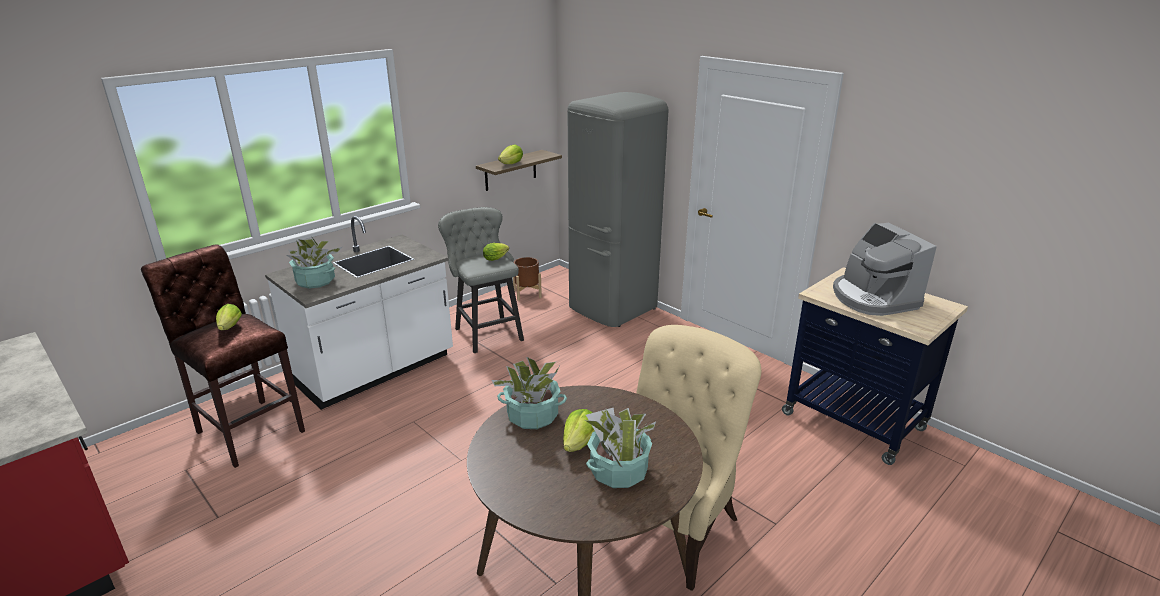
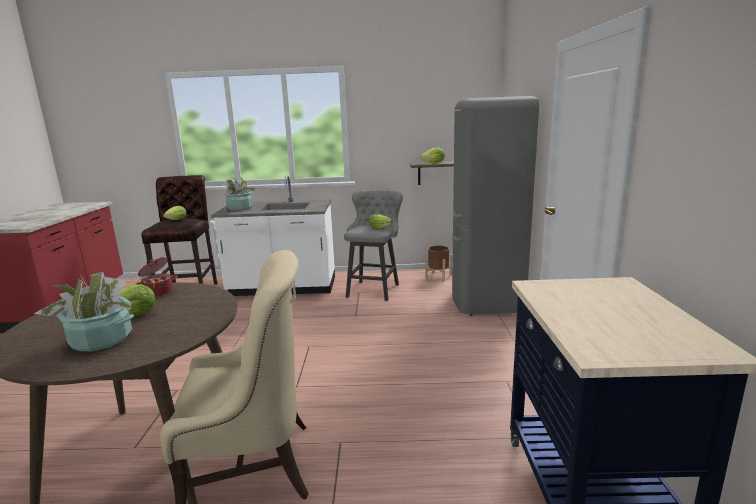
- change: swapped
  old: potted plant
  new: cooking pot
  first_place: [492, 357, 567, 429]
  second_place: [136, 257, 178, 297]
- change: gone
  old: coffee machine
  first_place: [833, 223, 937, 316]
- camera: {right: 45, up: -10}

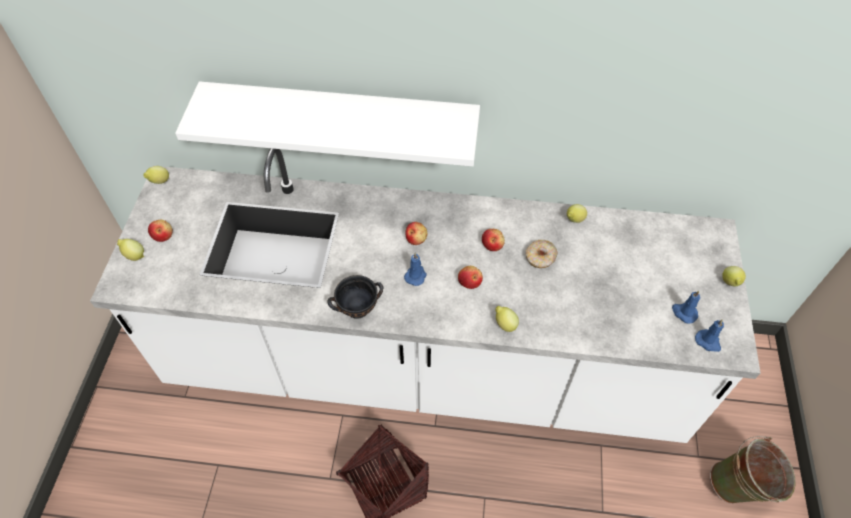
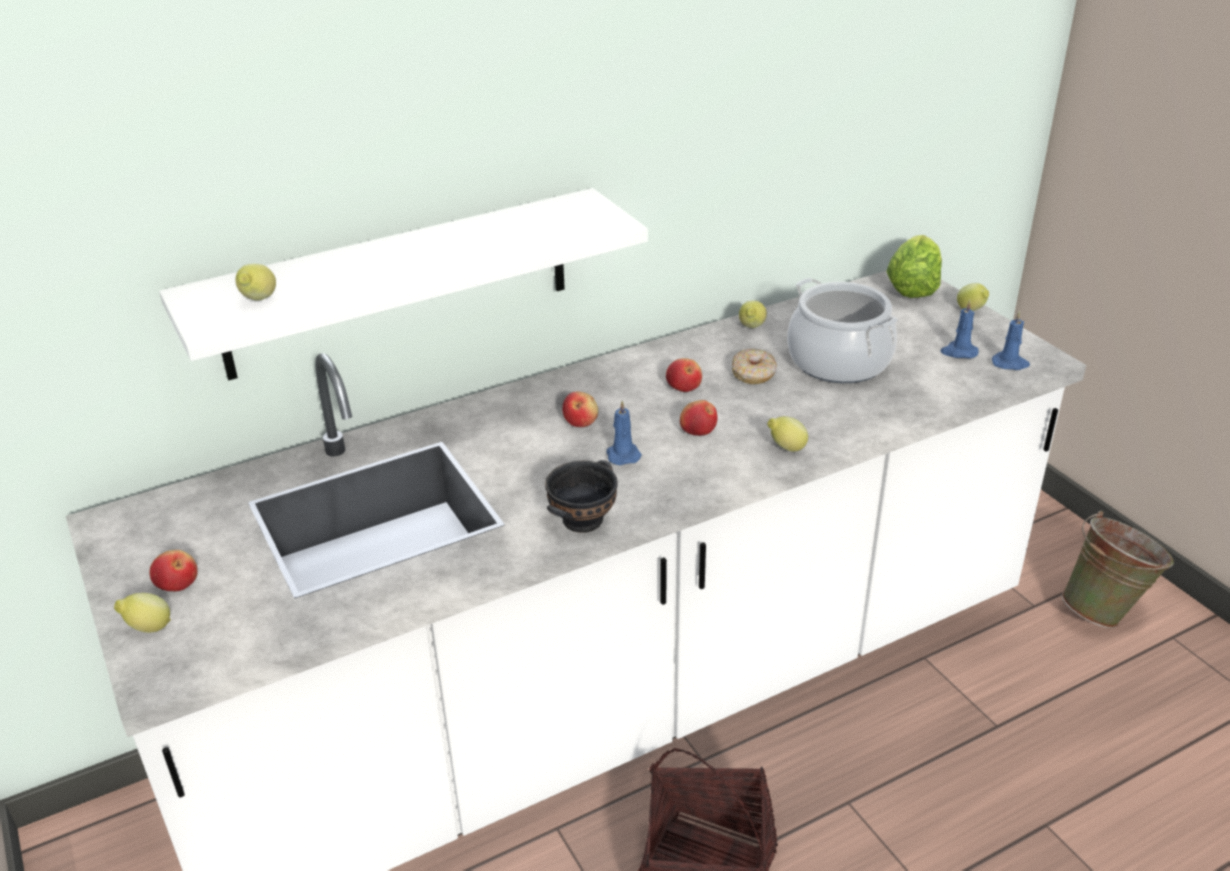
- change: shifted
  old: lemon
  first_place: [143, 166, 169, 184]
  second_place: [236, 264, 276, 300]
- change: new
  new: cooking pot
  second_place: [787, 278, 898, 383]
- change: new
  new: lettuce
  second_place: [886, 235, 942, 298]
- camera: {right: -35, up: -20}

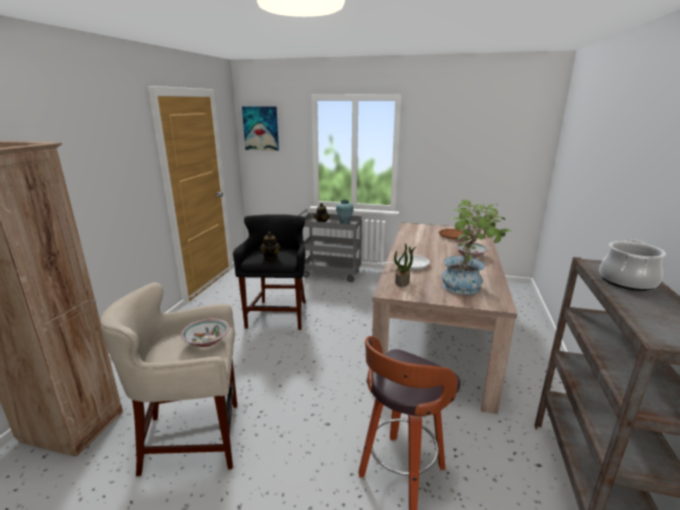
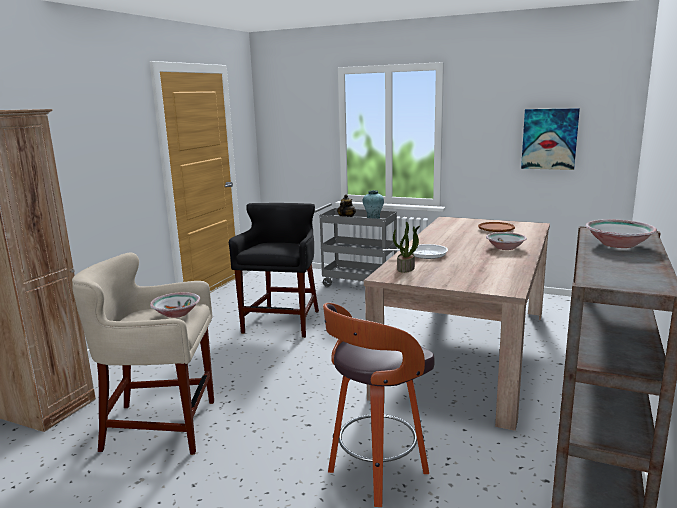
- change: shifted
  old: picture
  first_place: [242, 106, 279, 151]
  second_place: [521, 108, 580, 170]
- change: swapped
  old: cooking pot
  new: bowl
  first_place: [599, 239, 666, 291]
  second_place: [585, 219, 657, 248]
- change: gone
  old: teapot
  first_place: [260, 231, 281, 260]
- change: gone
  old: potted plant
  first_place: [442, 199, 511, 295]
- camera: {right: 10, up: -5}

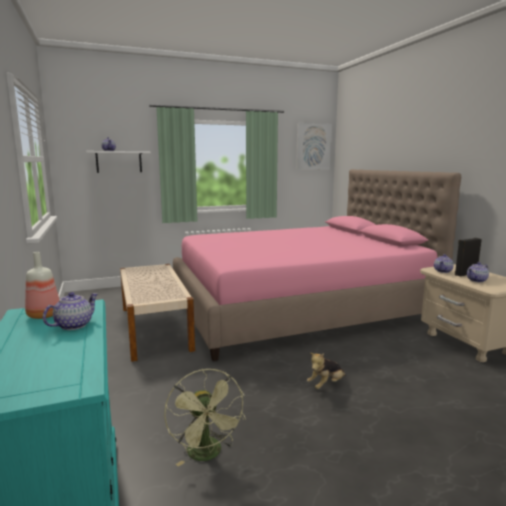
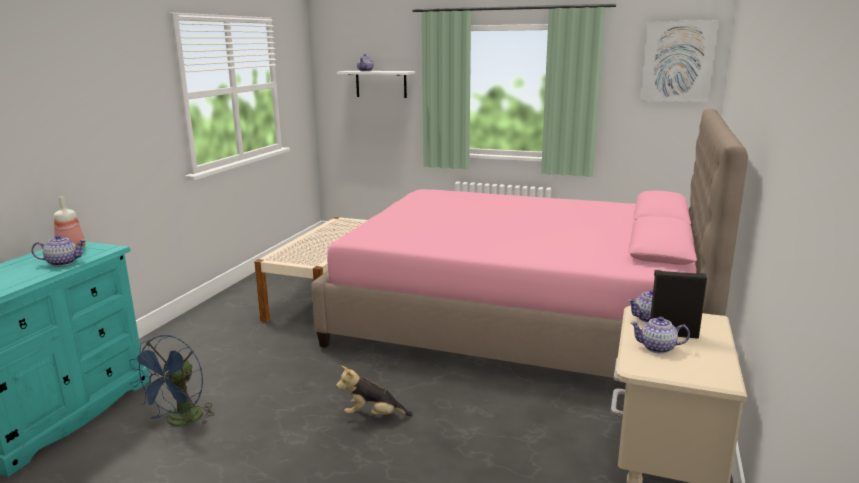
- change: repainted
  old: fan in green
  new: fan in blue
  first_place: [164, 369, 245, 466]
  second_place: [129, 335, 215, 426]
- camera: {right: 40, up: 5}

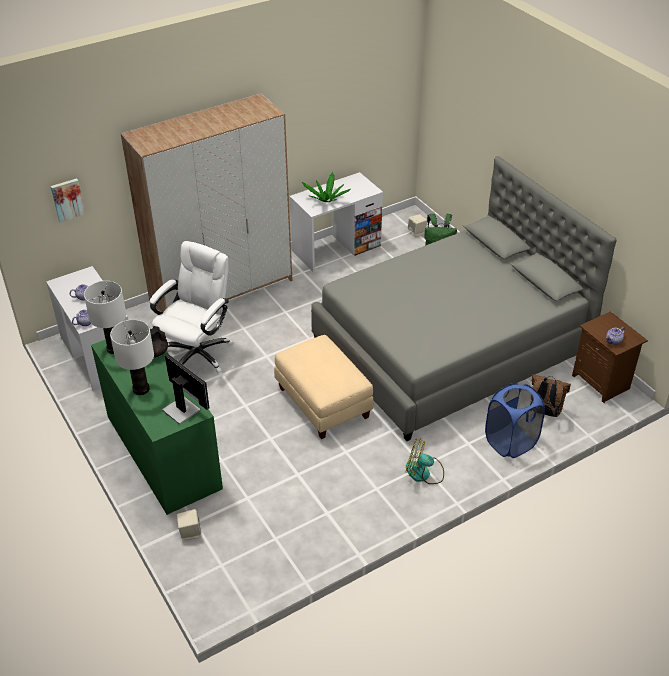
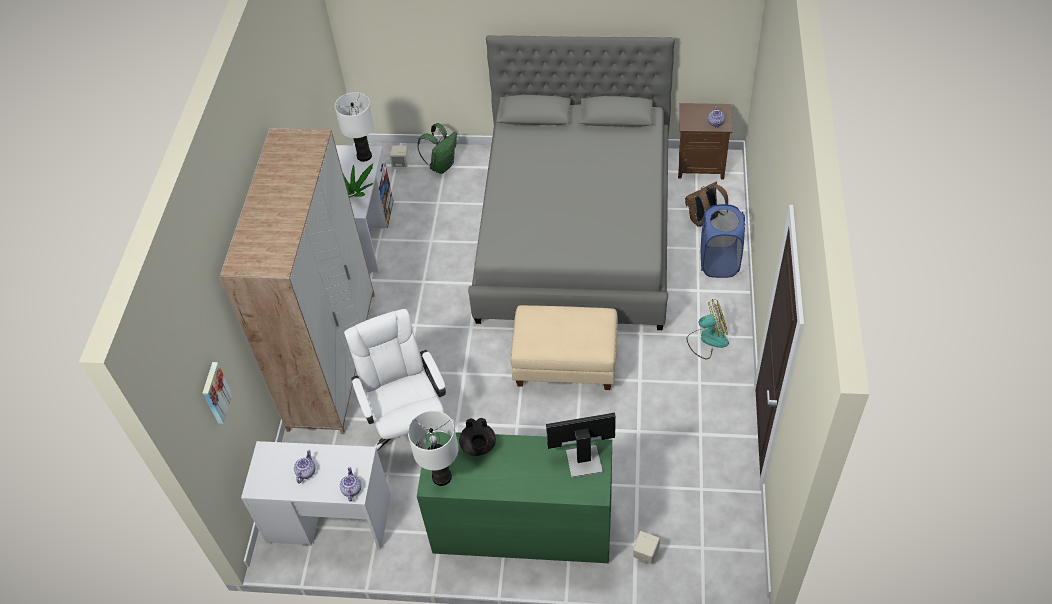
- change: shifted
  old: table lamp in white
  first_place: [110, 320, 154, 395]
  second_place: [335, 92, 375, 162]
- change: rotated
  old: fan
  first_place: [406, 438, 444, 484]
  second_place: [687, 299, 729, 359]
  degrees: -150
- camera: {right: -50, up: 10}

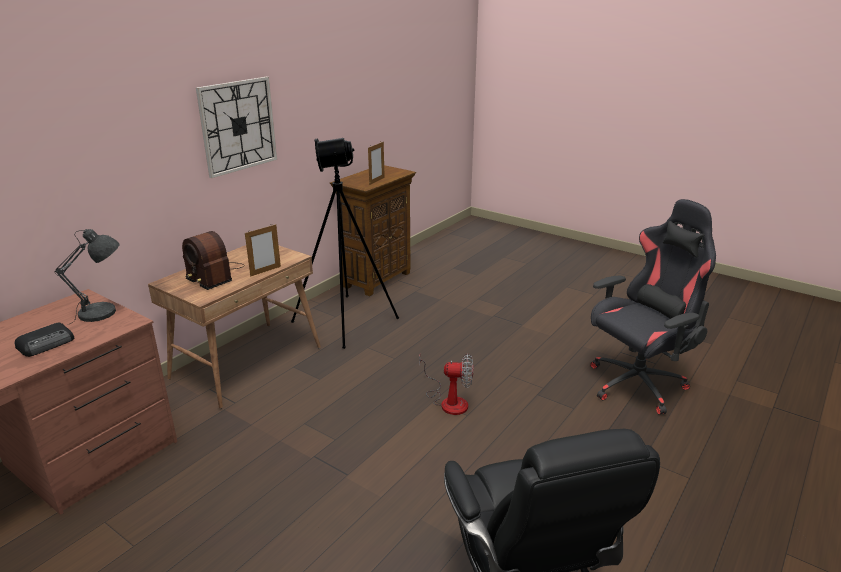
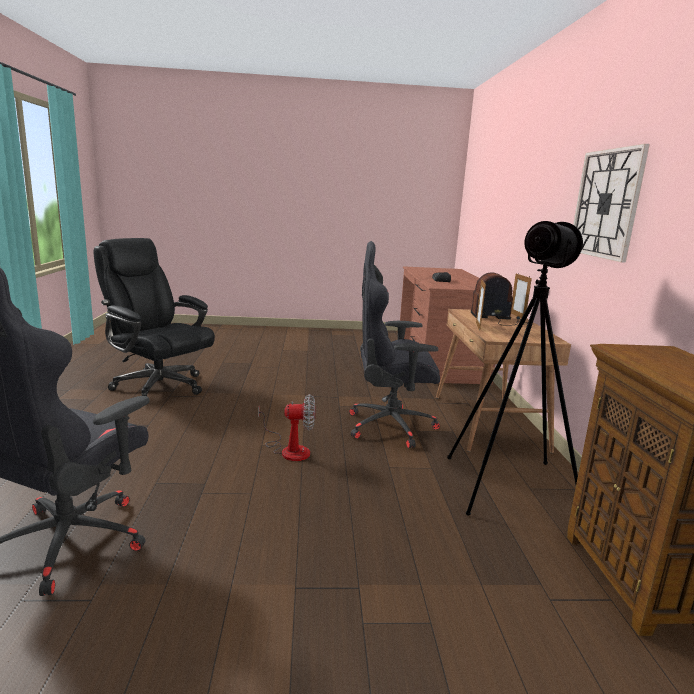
- change: rotated
  old: fan
  first_place: [419, 353, 474, 415]
  second_place: [258, 394, 316, 461]
  degrees: -150
- change: new
  new: office chair in black
  second_place: [349, 241, 440, 448]
- change: shifted
  old: picture frame
  first_place: [368, 142, 385, 185]
  second_place: [511, 274, 532, 318]
- change: gone
  old: table lamp in grey
  first_place: [55, 229, 120, 325]
- camera: {right: 140, up: -10}

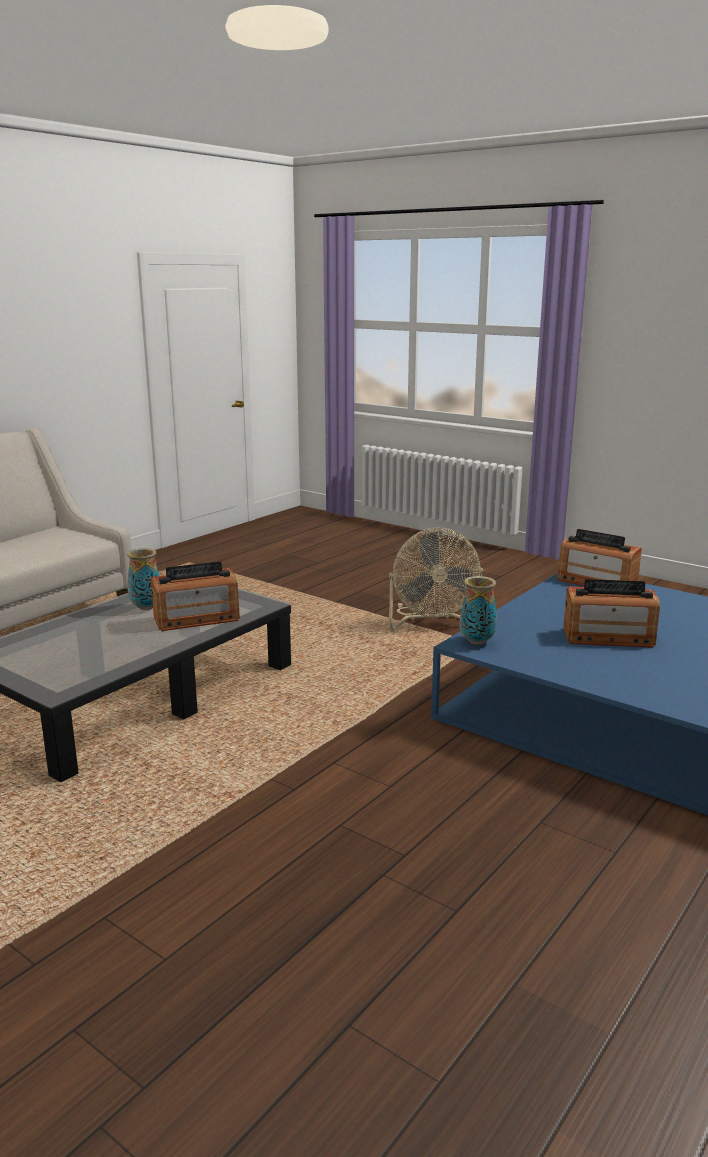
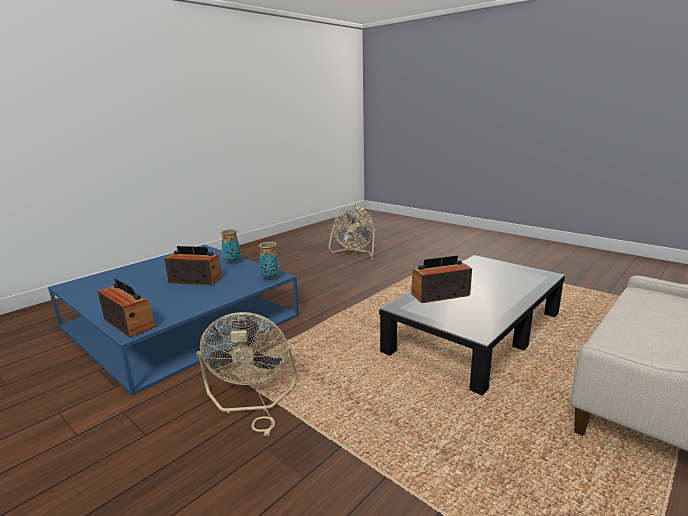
- change: shifted
  old: vase
  first_place: [127, 548, 159, 610]
  second_place: [221, 229, 241, 264]
- change: new
  new: fan in beige
  second_place: [329, 205, 376, 260]
- camera: {right: -175, up: 0}

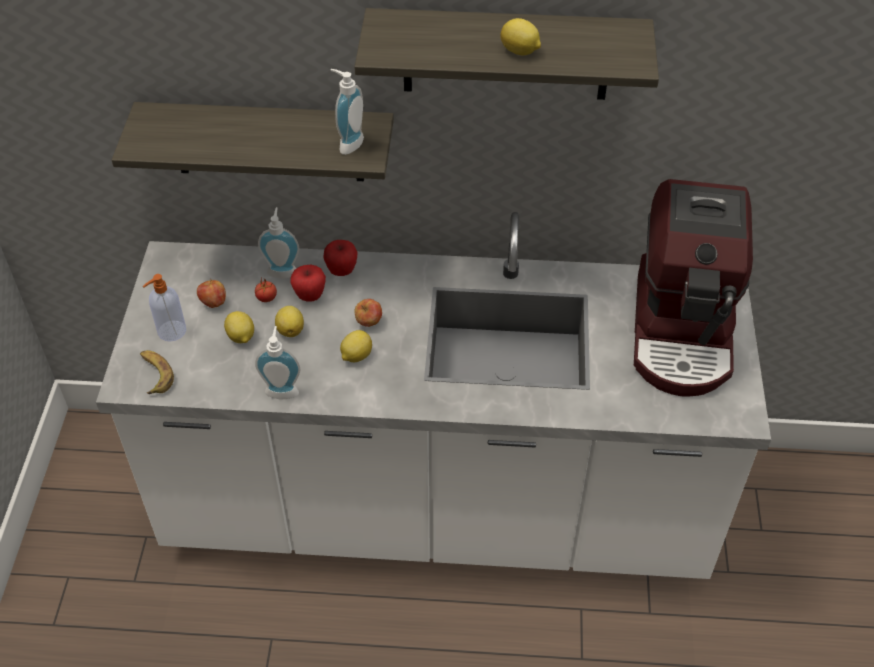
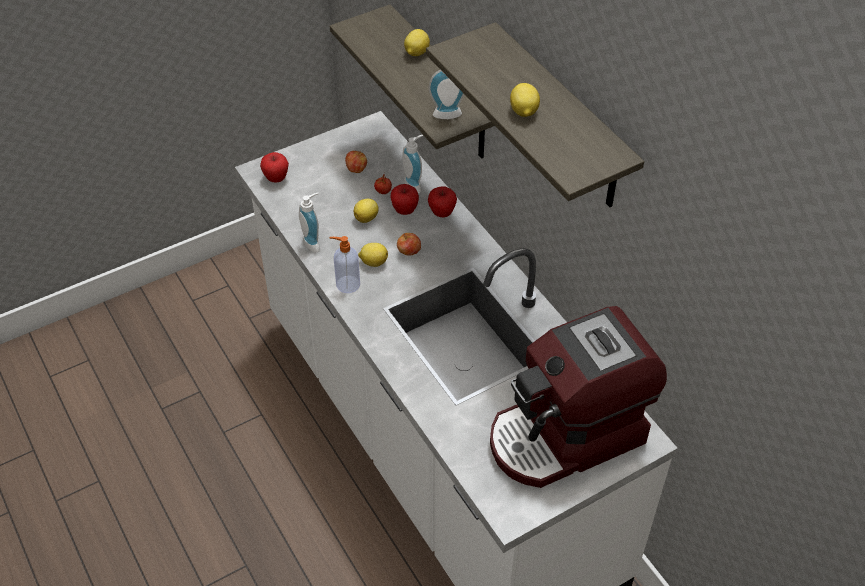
- change: swapped
  old: banana
  new: apple
  first_place: [140, 350, 174, 394]
  second_place: [260, 152, 289, 183]
- change: shifted
  old: soap dispenser
  first_place: [143, 274, 186, 342]
  second_place: [330, 236, 360, 293]
- change: shifted
  old: lemon
  first_place: [224, 311, 254, 343]
  second_place: [404, 29, 430, 56]
- camera: {right: 55, up: 0}

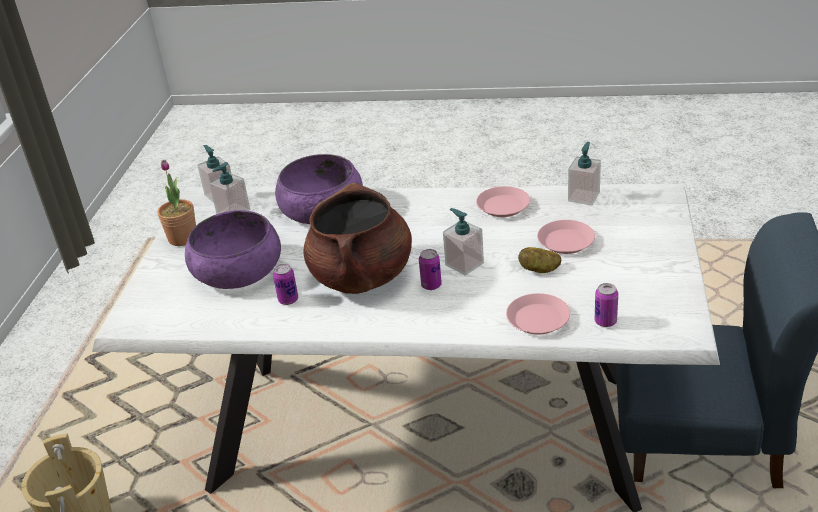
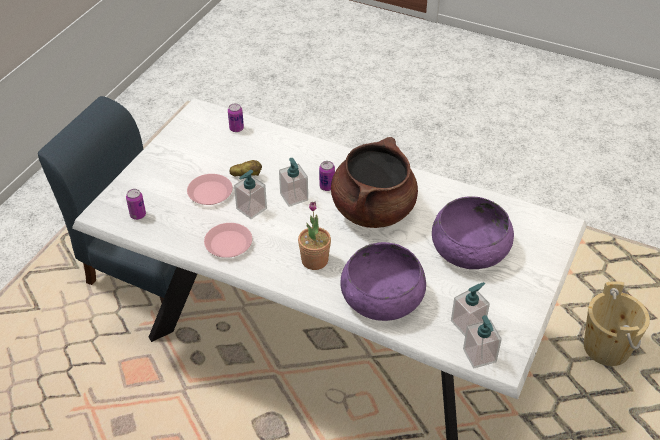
- change: shifted
  old: can
  first_place: [273, 264, 298, 305]
  second_place: [126, 189, 146, 220]
- change: shifted
  old: soap dispenser
  first_place: [568, 142, 601, 205]
  second_place: [234, 170, 267, 219]
- change: shifted
  old: potted plant
  first_place: [157, 160, 196, 246]
  second_place: [298, 202, 331, 270]
- change: gone
  old: plate in pink
  first_place: [506, 293, 570, 335]
- camera: {right: -165, up: 10}

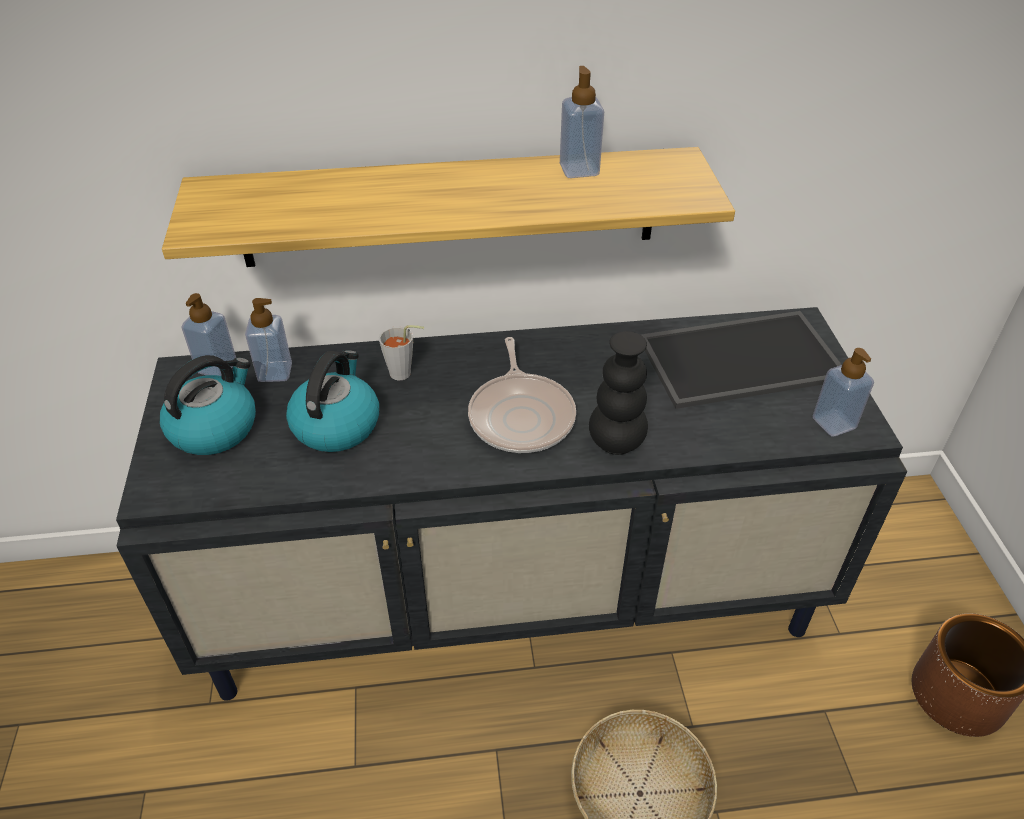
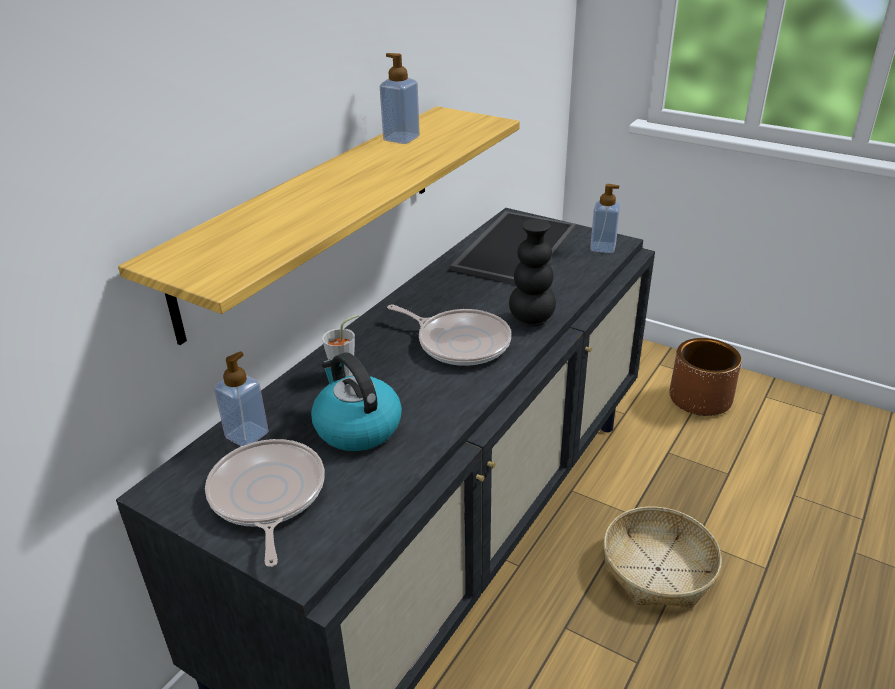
- change: swapped
  old: kettle
  new: frying pan
  first_place: [160, 355, 256, 455]
  second_place: [205, 439, 325, 567]
- change: gone
  old: soap dispenser
  first_place: [181, 293, 236, 376]
- camera: {right: -50, up: -10}

